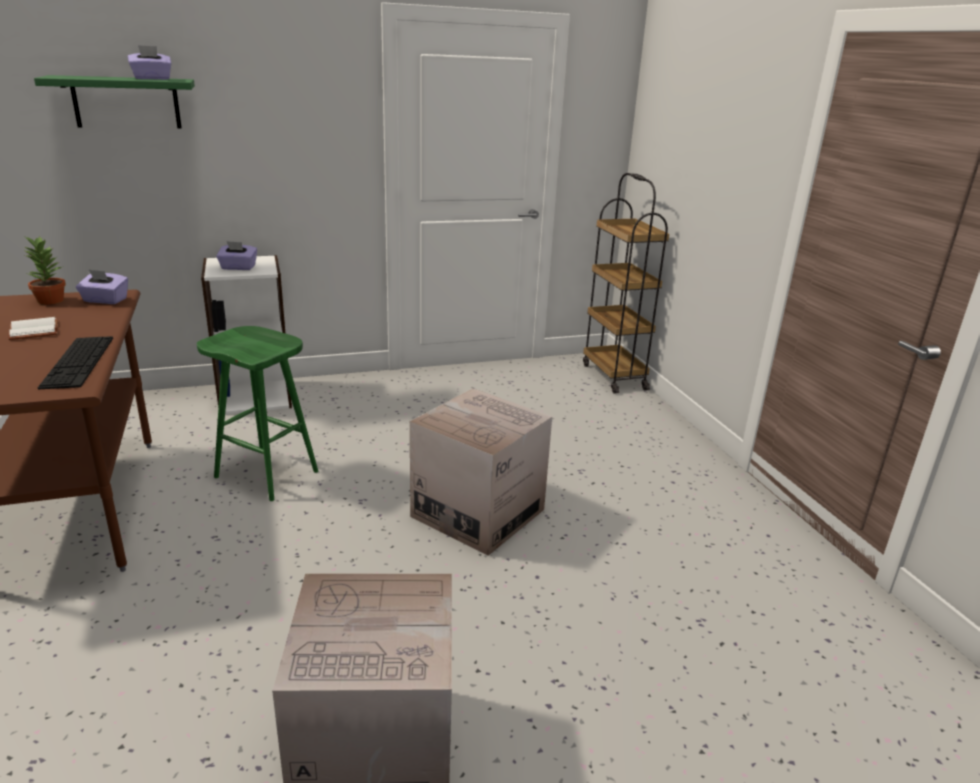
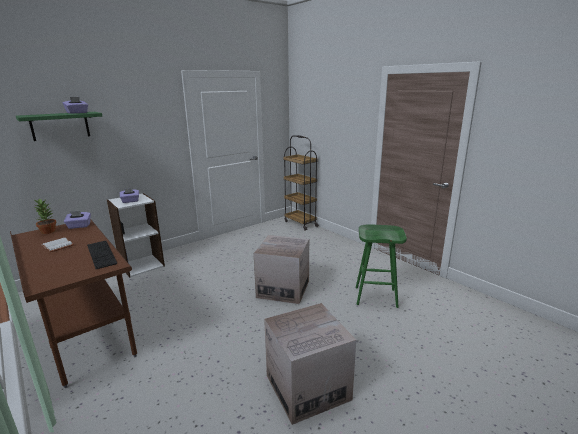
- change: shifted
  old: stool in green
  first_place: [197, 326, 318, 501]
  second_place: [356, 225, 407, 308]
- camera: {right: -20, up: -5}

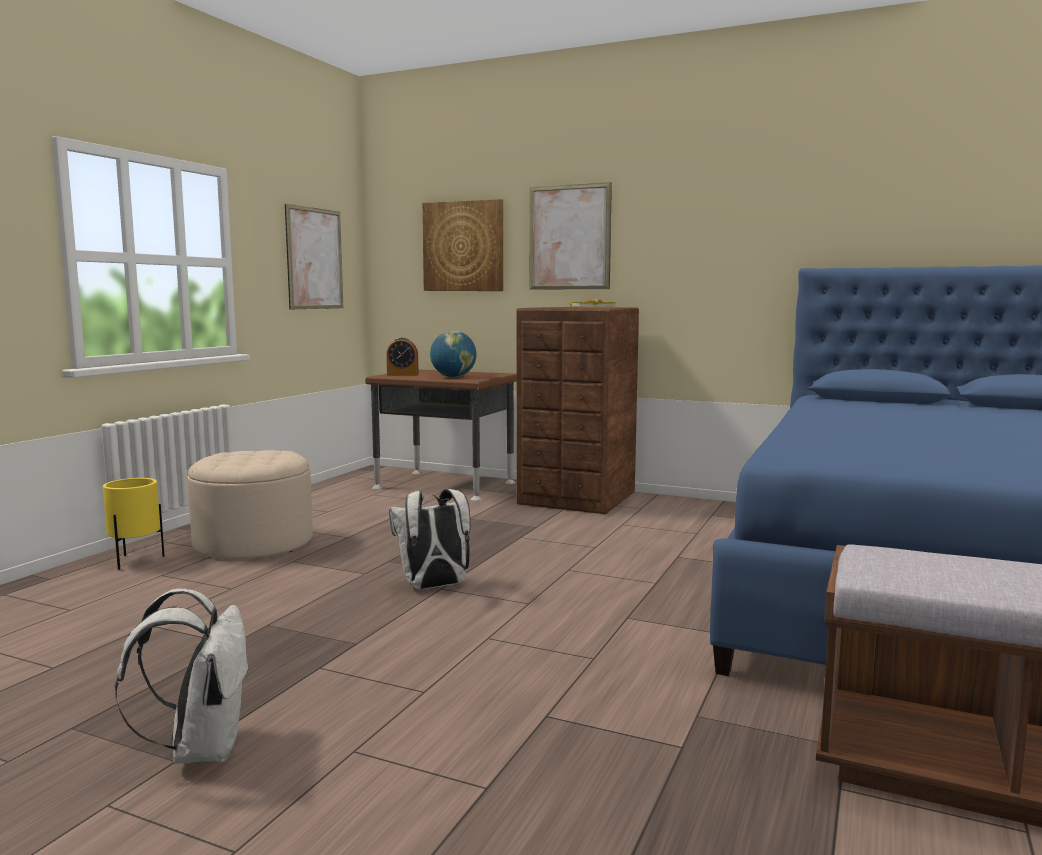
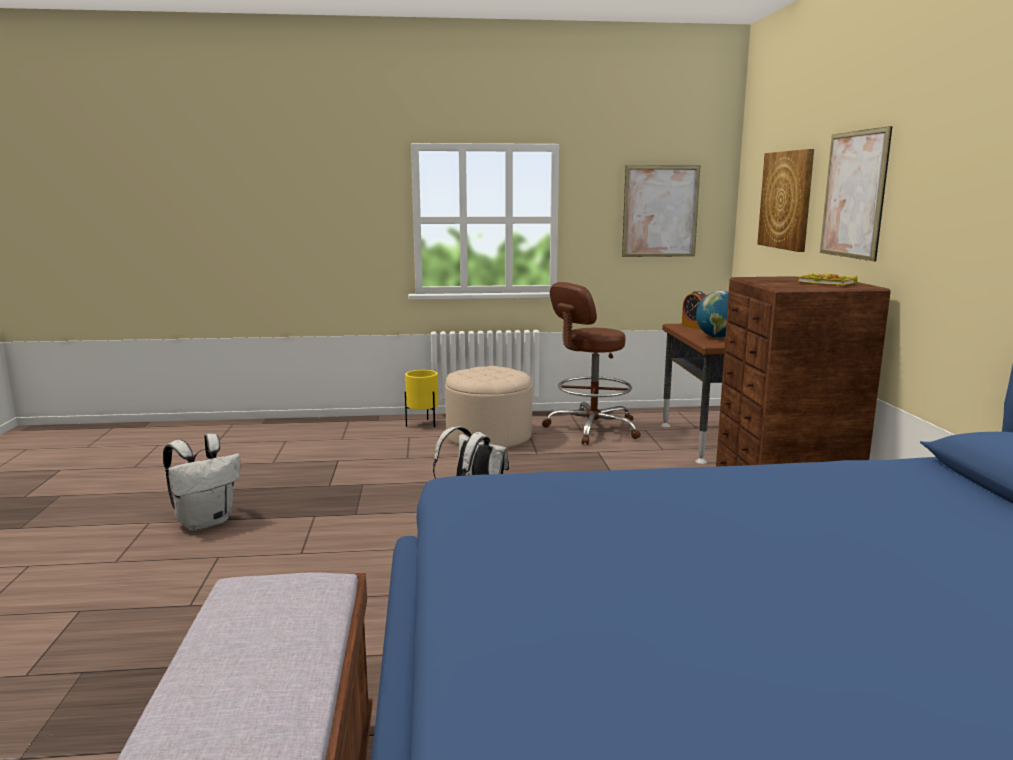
- change: new
  new: stool in brown
  second_place: [542, 282, 641, 445]
- camera: {right: 60, up: 5}

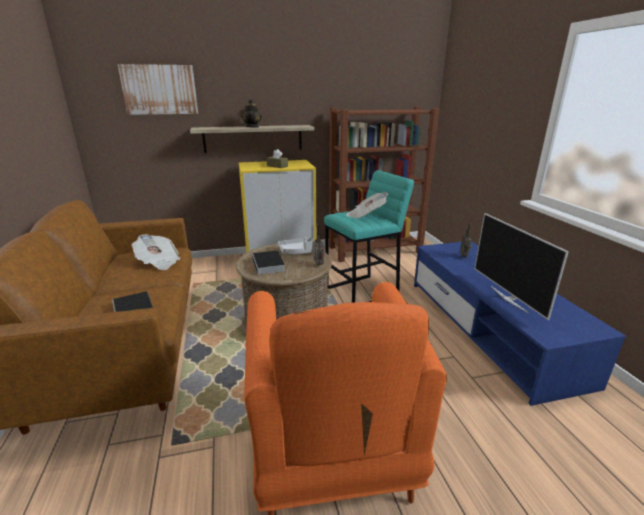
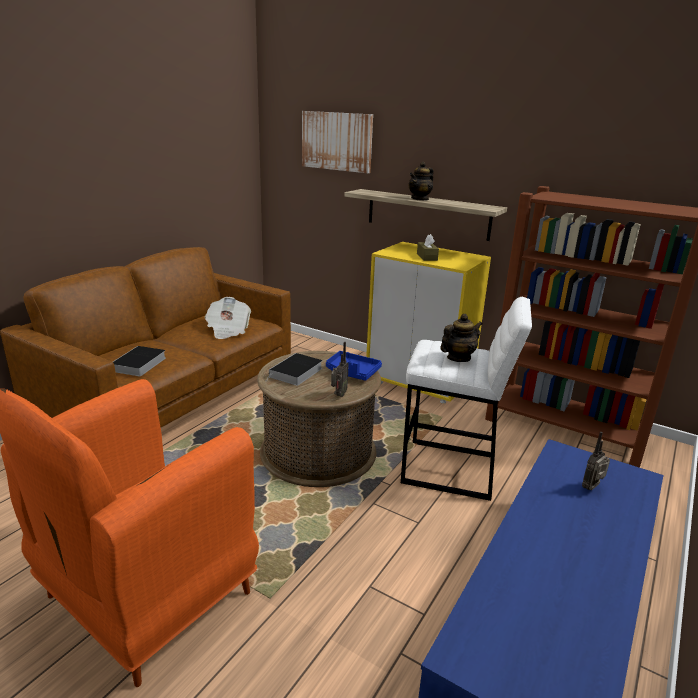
- change: repainted
  old: tray in grey
  new: tray in blue
  first_place: [278, 237, 315, 254]
  second_place: [326, 351, 382, 381]
- change: repainted
  old: stool in turquoise
  new: stool in white
  first_place: [324, 170, 414, 303]
  second_place: [401, 297, 532, 501]
- change: swapped
  old: newspaper
  new: teapot
  first_place: [346, 192, 389, 219]
  second_place: [440, 314, 482, 362]
- change: gone
  old: television
  first_place: [474, 213, 569, 320]
- camera: {right: 45, up: 0}

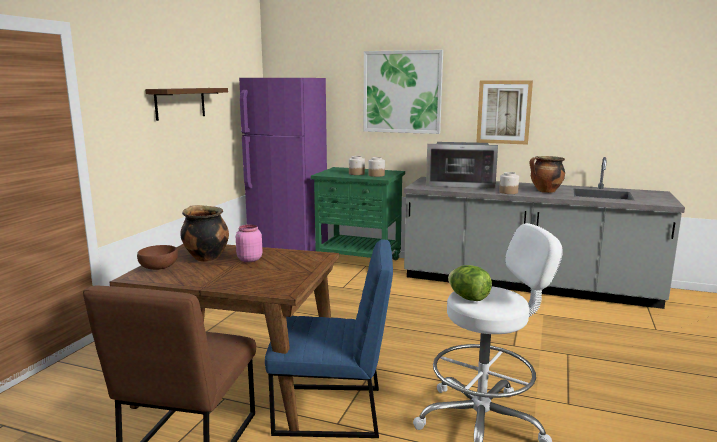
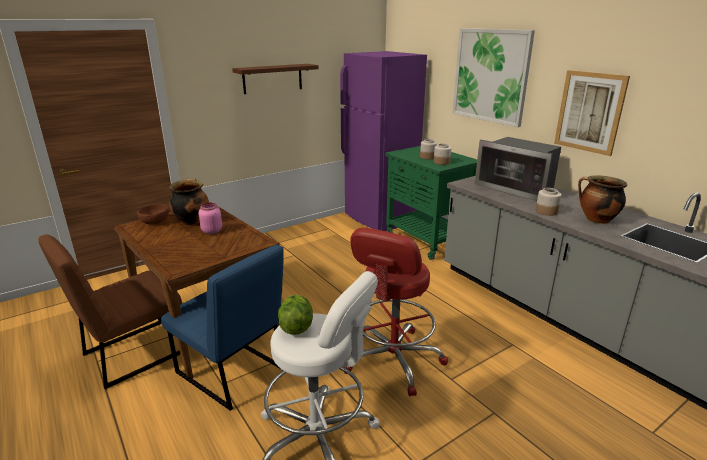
- change: new
  new: stool in red
  second_place: [343, 228, 448, 396]
- camera: {right: 35, up: 10}

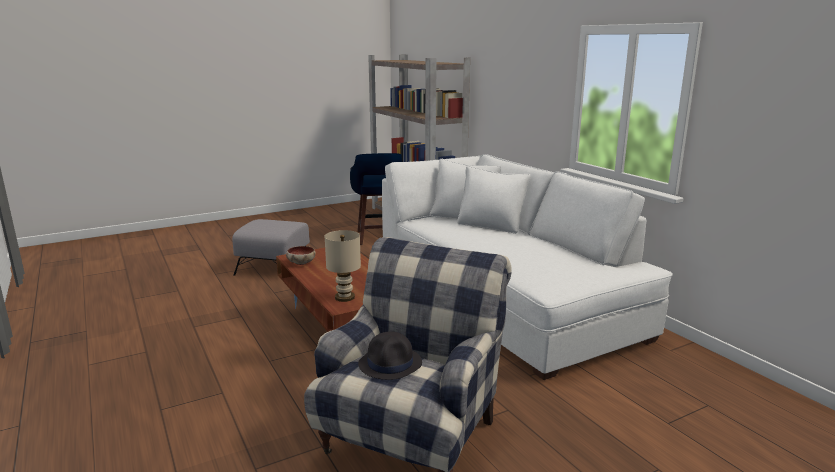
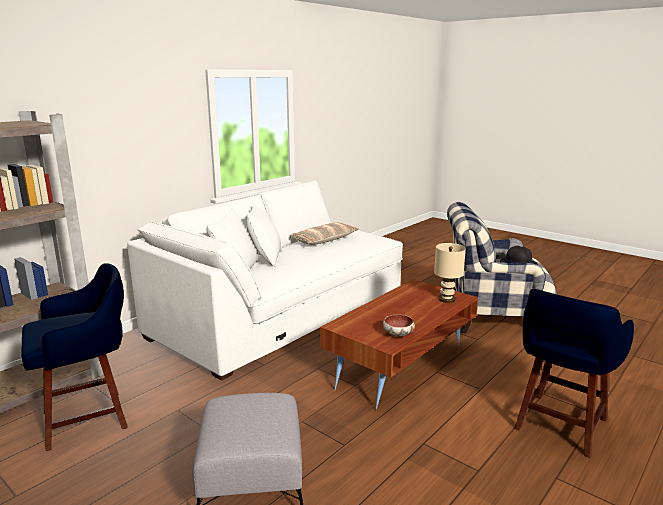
- change: new
  new: pillow
  second_place: [289, 222, 359, 245]
- change: new
  new: stool in blue
  second_place: [515, 289, 634, 458]
- camera: {right: -110, up: 0}

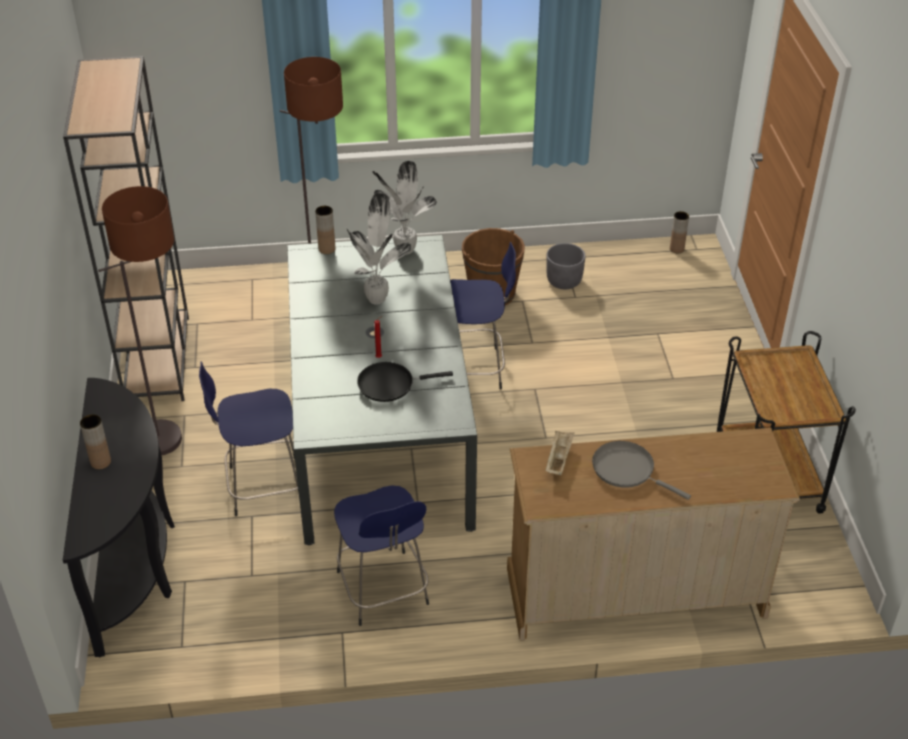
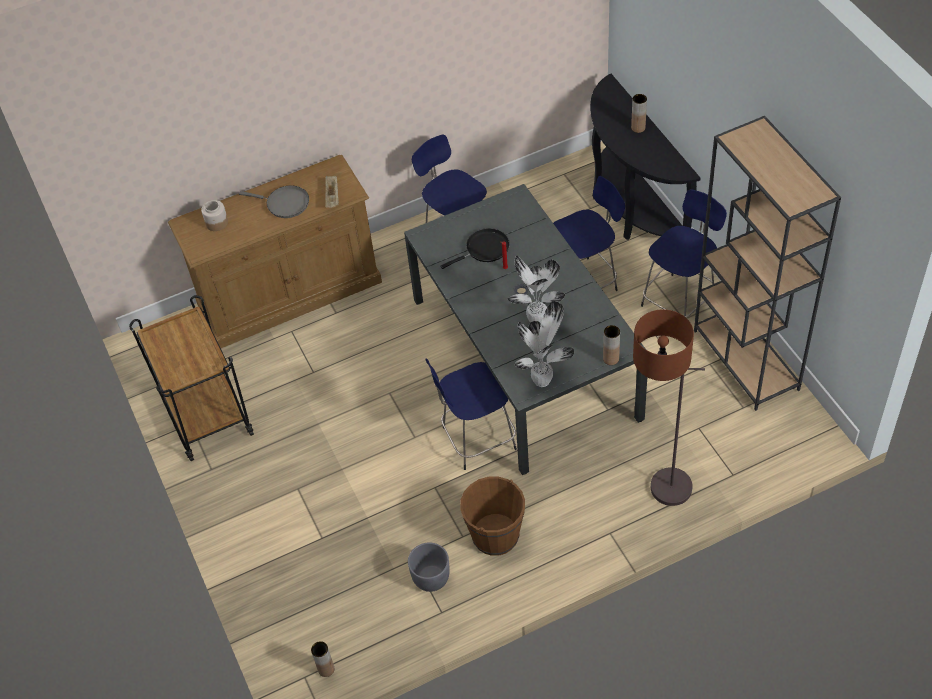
- change: new
  new: jar
  second_place: [201, 200, 228, 231]
- change: swapped
  old: floor lamp in brown
  new: stool in blue
  first_place: [98, 186, 182, 455]
  second_place: [641, 189, 727, 317]
- camera: {right: 165, up: 10}

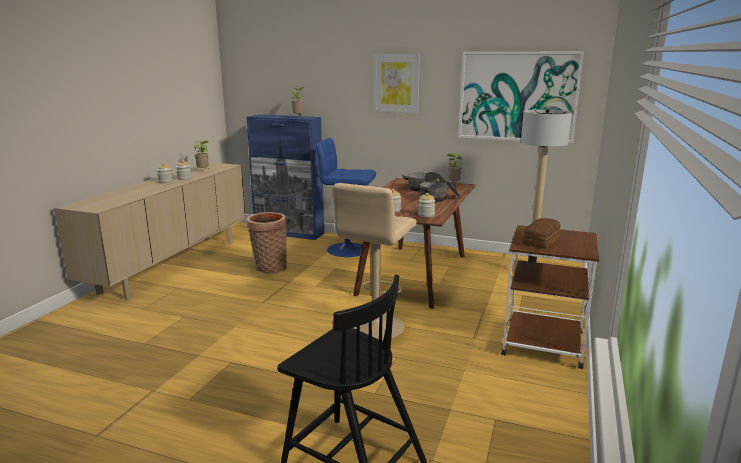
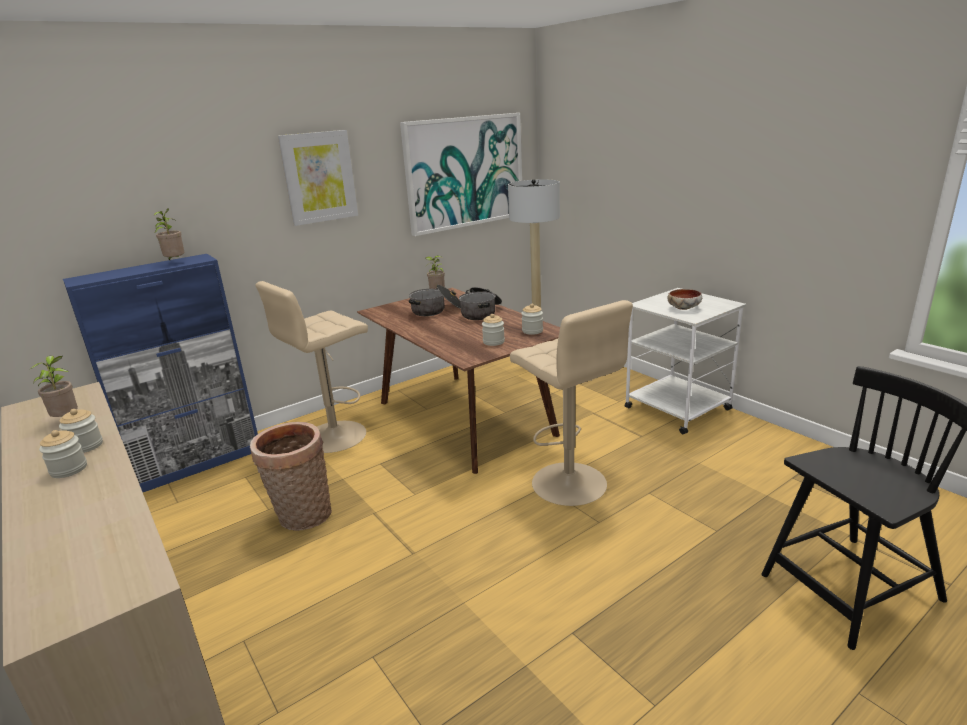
- change: repainted
  old: stool in blue
  new: stool in beige
  first_place: [316, 138, 376, 257]
  second_place: [256, 281, 368, 453]
- change: repainted
  old: cart in brown
  new: cart in white
  first_place: [501, 225, 600, 369]
  second_place: [625, 288, 746, 434]
- change: swapped
  old: bread
  new: bowl
  first_place: [522, 218, 561, 249]
  second_place: [667, 289, 702, 310]
- camera: {right: -55, up: 5}

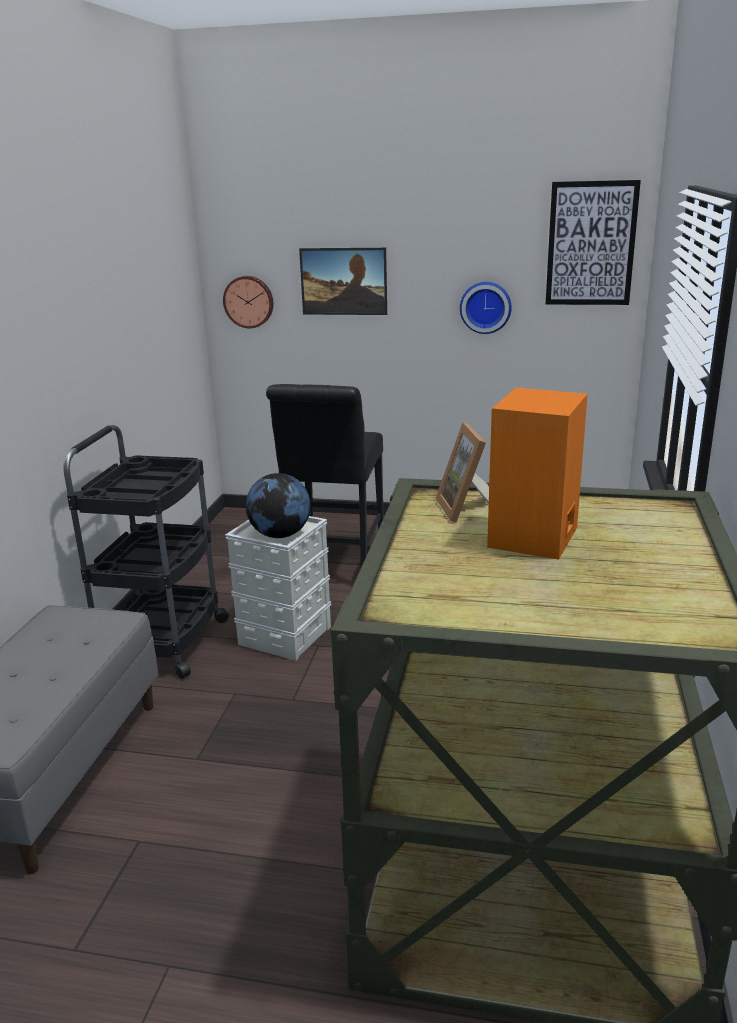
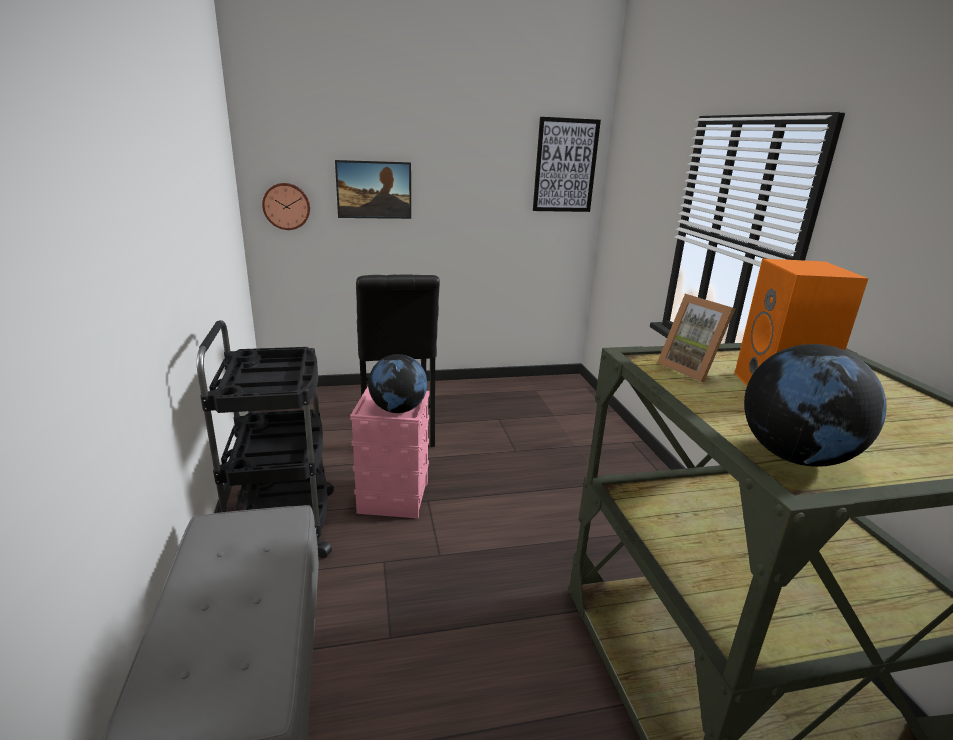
- change: repainted
  old: storage box in grey
  new: storage box in pink
  first_place: [225, 516, 331, 661]
  second_place: [350, 387, 430, 518]
- change: new
  new: globe
  second_place: [744, 344, 887, 467]
- change: gone
  old: wall clock
  first_place: [460, 282, 512, 334]
- camera: {right: -25, up: 0}

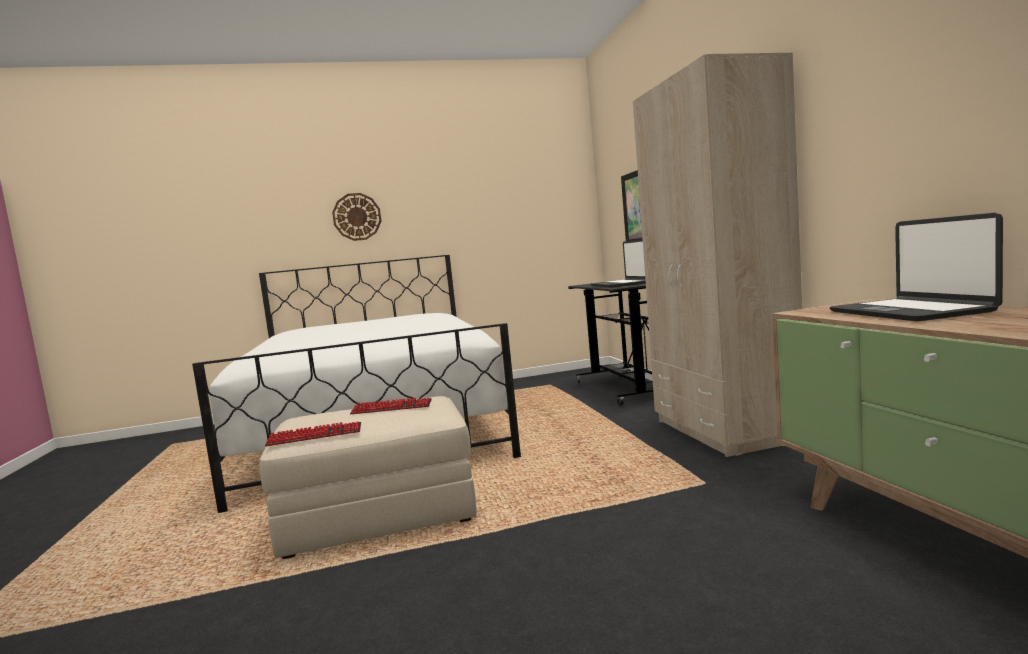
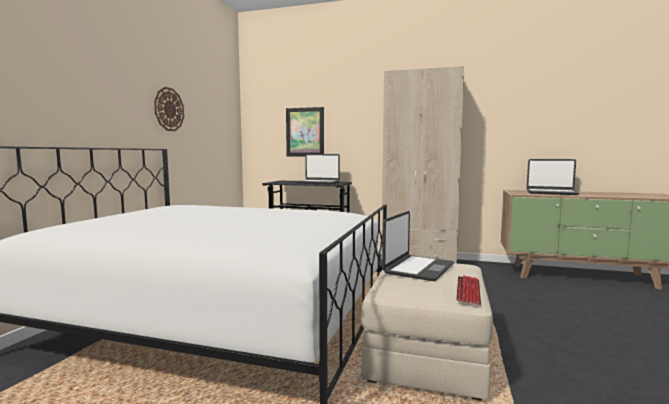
- change: shifted
  old: wall clock
  first_place: [332, 193, 381, 241]
  second_place: [154, 87, 184, 131]
- change: swapped
  old: keyboard
  new: laptop
  first_place: [350, 398, 432, 414]
  second_place: [382, 211, 454, 281]
- camera: {right: -60, up: 0}

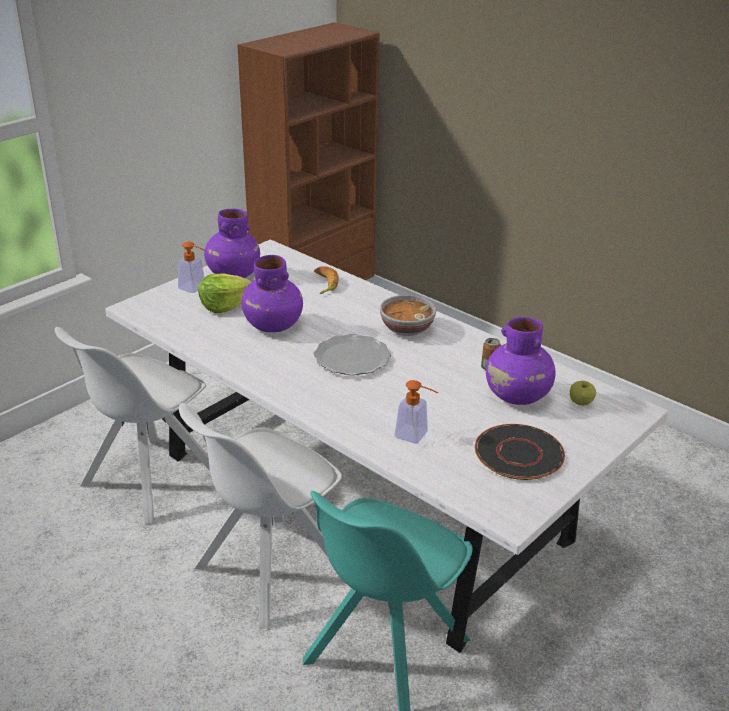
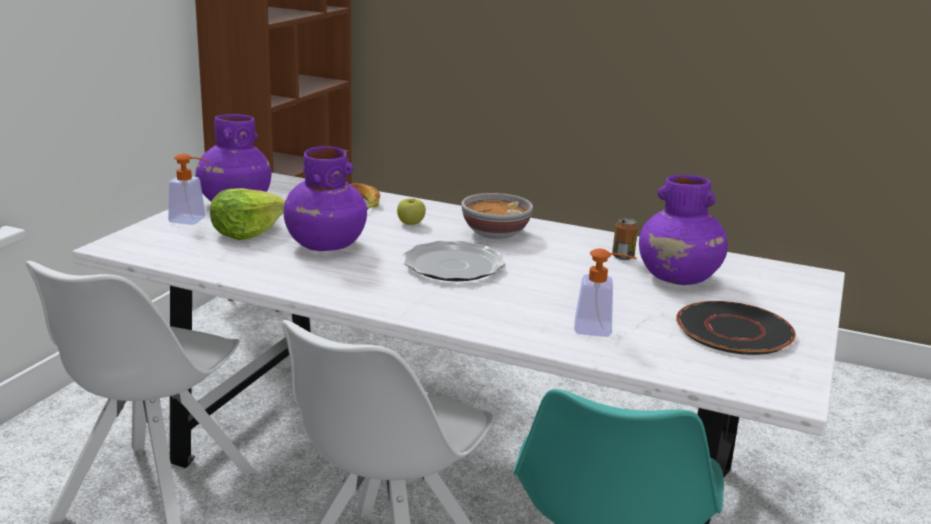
- change: shifted
  old: apple
  first_place: [570, 381, 596, 406]
  second_place: [397, 198, 426, 225]
- camera: {right: -20, up: -10}

